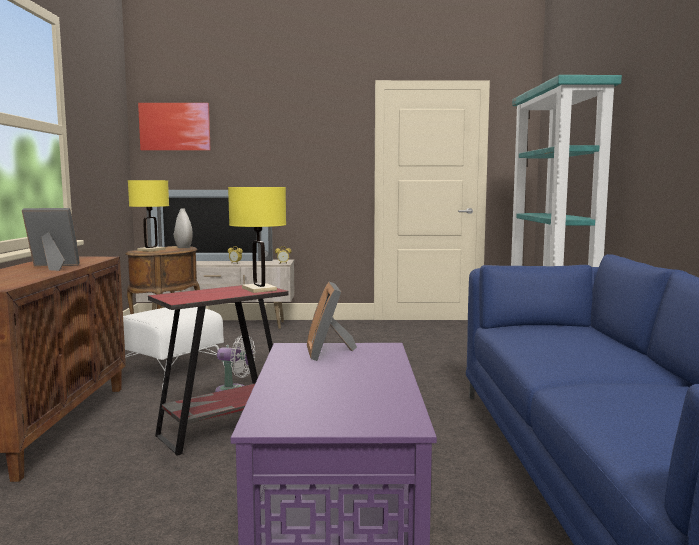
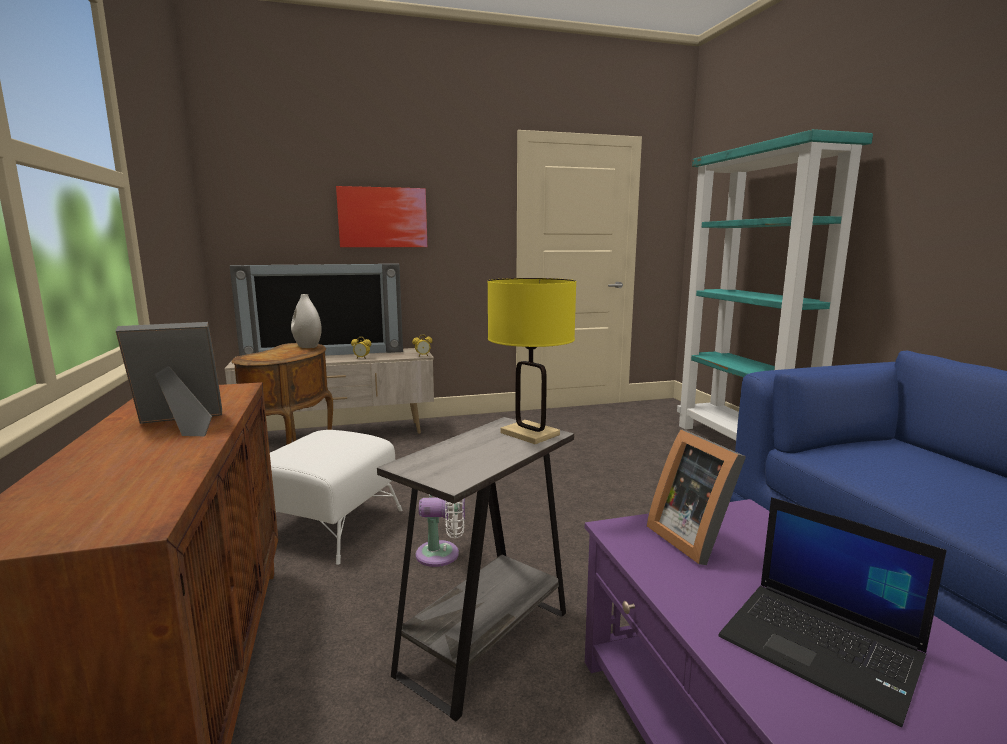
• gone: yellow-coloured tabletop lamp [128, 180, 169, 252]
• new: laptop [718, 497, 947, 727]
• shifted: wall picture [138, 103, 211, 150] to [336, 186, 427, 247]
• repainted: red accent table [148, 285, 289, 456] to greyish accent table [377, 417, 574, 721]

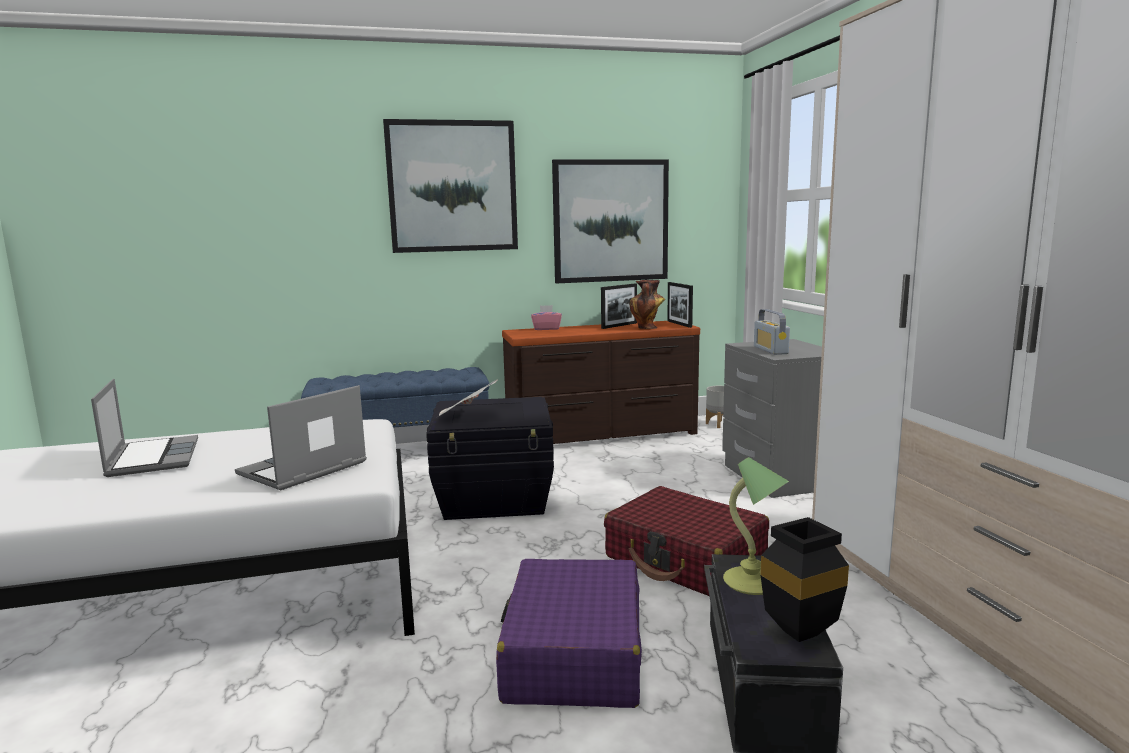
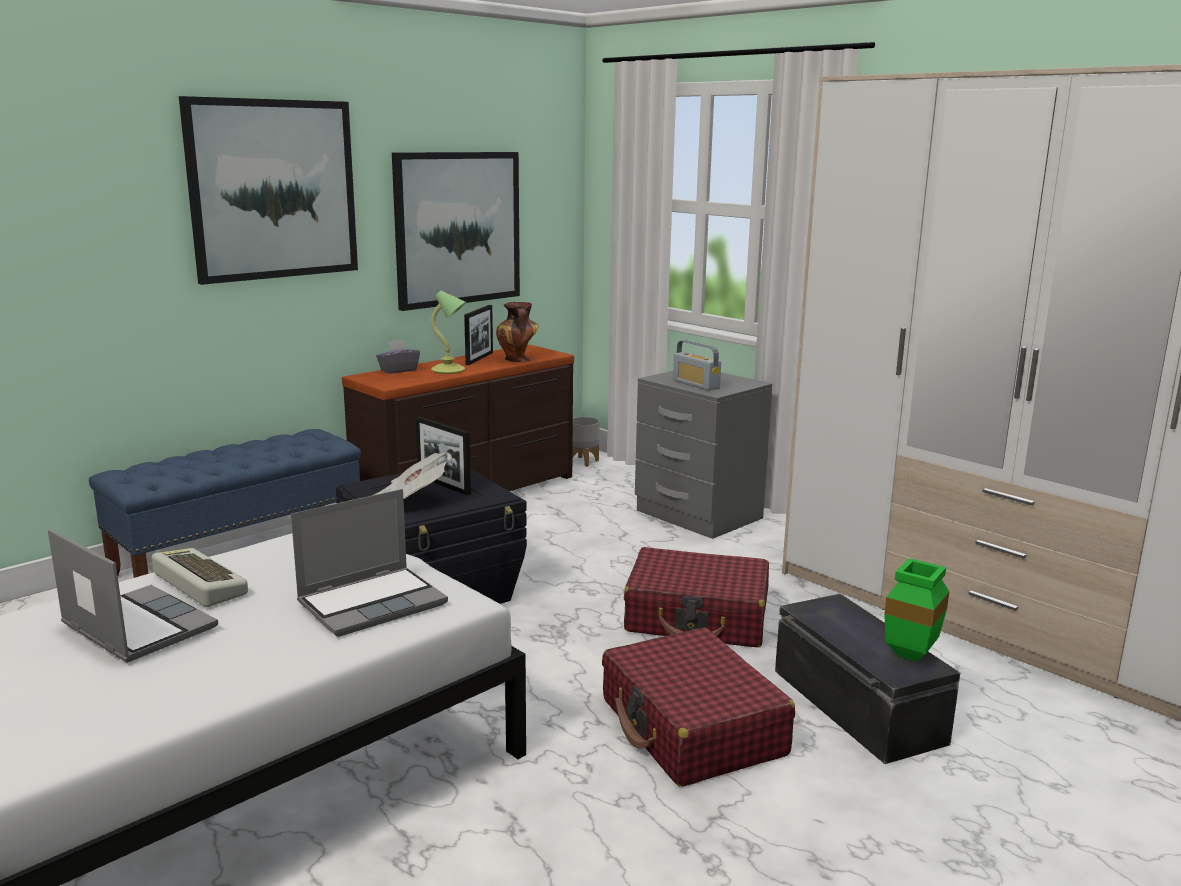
• new: computer keyboard [152, 548, 248, 607]
• shifted: standing frame [667, 282, 693, 328] to [416, 416, 471, 496]
• shifted: tabletop lamp [723, 457, 789, 595] to [431, 291, 466, 374]
• repainted: purplish suitcase [496, 559, 642, 708] to red suitcase [602, 627, 795, 787]
• repainted: pink tissue box [531, 305, 562, 330] to greyish tissue box [376, 340, 420, 374]
• repainted: blackish vase [760, 517, 849, 642] to greenish vase [884, 558, 950, 662]
• rotated: laptop [235, 385, 367, 490] = [291, 489, 448, 637] 135 degrees counterclockwise

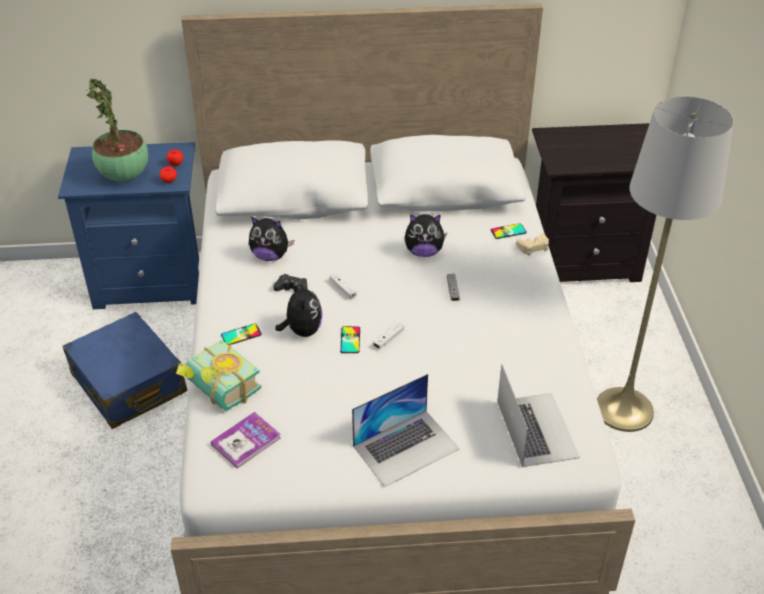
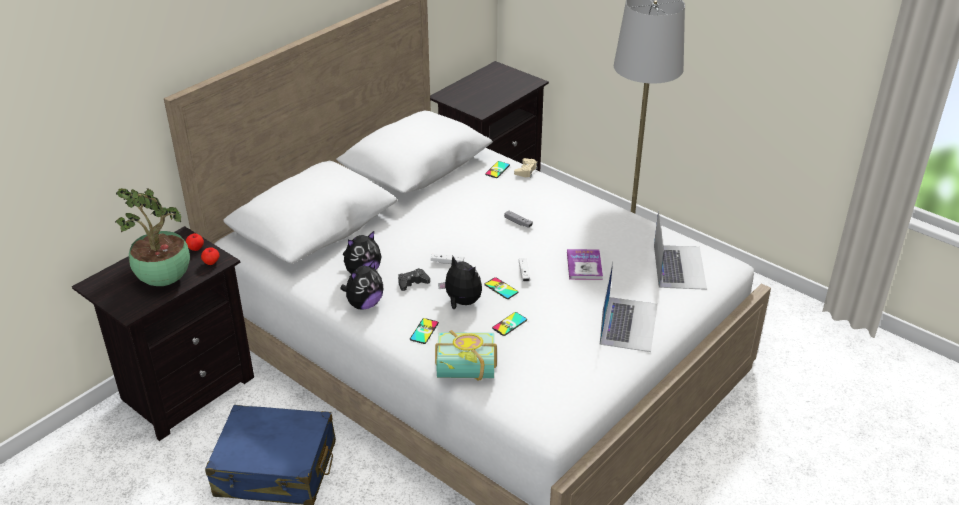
• new: handset [492, 312, 527, 336]
• shifted: book [211, 412, 281, 469] to [567, 249, 603, 280]
• shifted: cuddly toy [404, 214, 447, 257] to [340, 260, 383, 310]
• repainted: blue nightstand [58, 142, 199, 309] to blackish nightstand [72, 226, 254, 441]
• rotated: laptop [497, 364, 580, 467] = [654, 210, 707, 290] 60 degrees clockwise

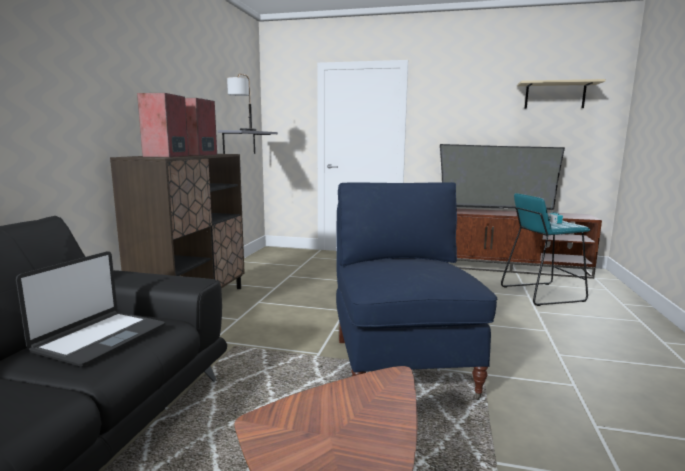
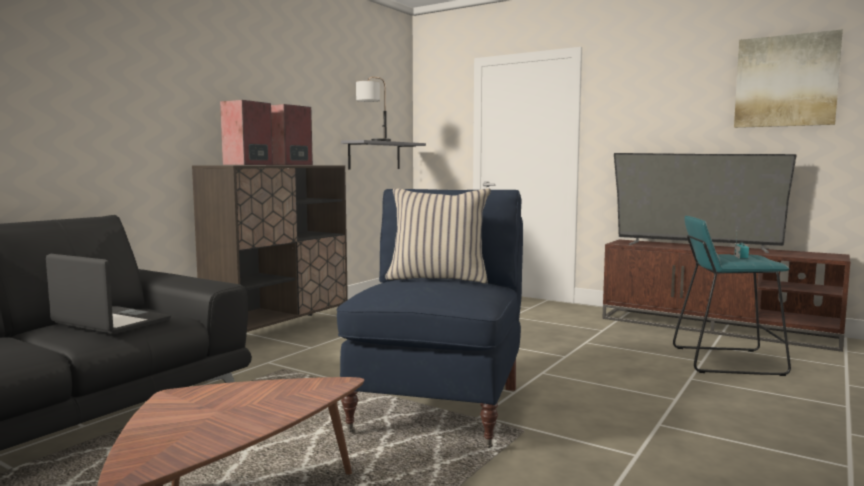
• new: sand-coloured cushion [385, 188, 491, 284]
• swapped: sand-coloured bracket shelf [517, 79, 606, 109] to wall picture [734, 29, 843, 128]
• rotated: laptop [16, 251, 165, 366] = [46, 254, 171, 334] 105 degrees counterclockwise

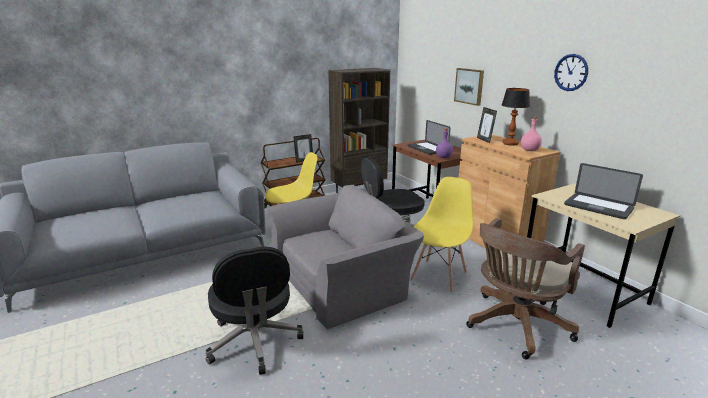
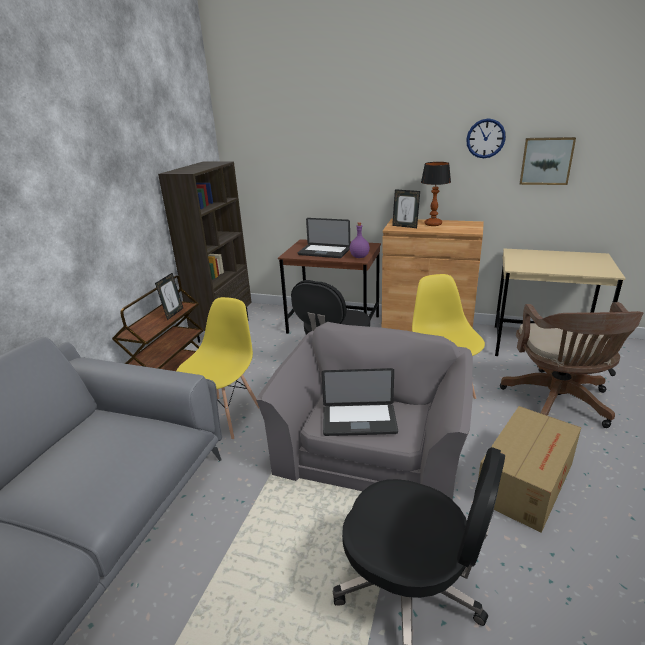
• gone: pink drink bottle [521, 116, 542, 151]
• new: packing box [478, 406, 581, 533]
• shifted: wall picture [454, 68, 484, 106] to [520, 137, 576, 185]
• shifted: laptop [564, 163, 643, 219] to [321, 368, 398, 436]

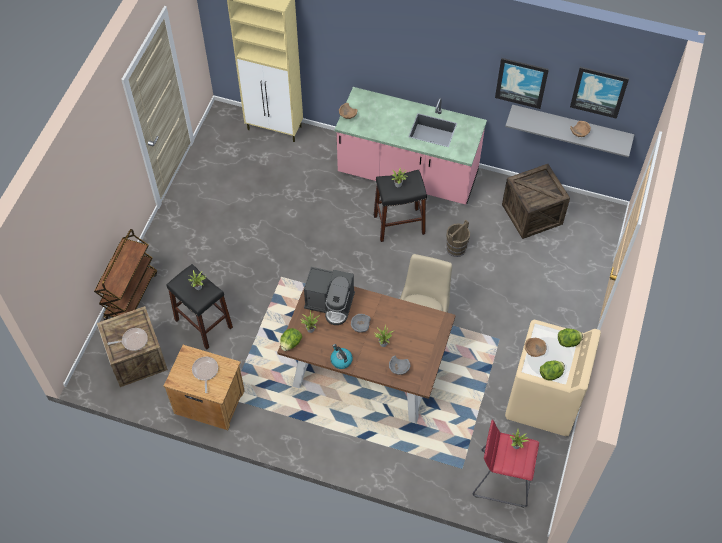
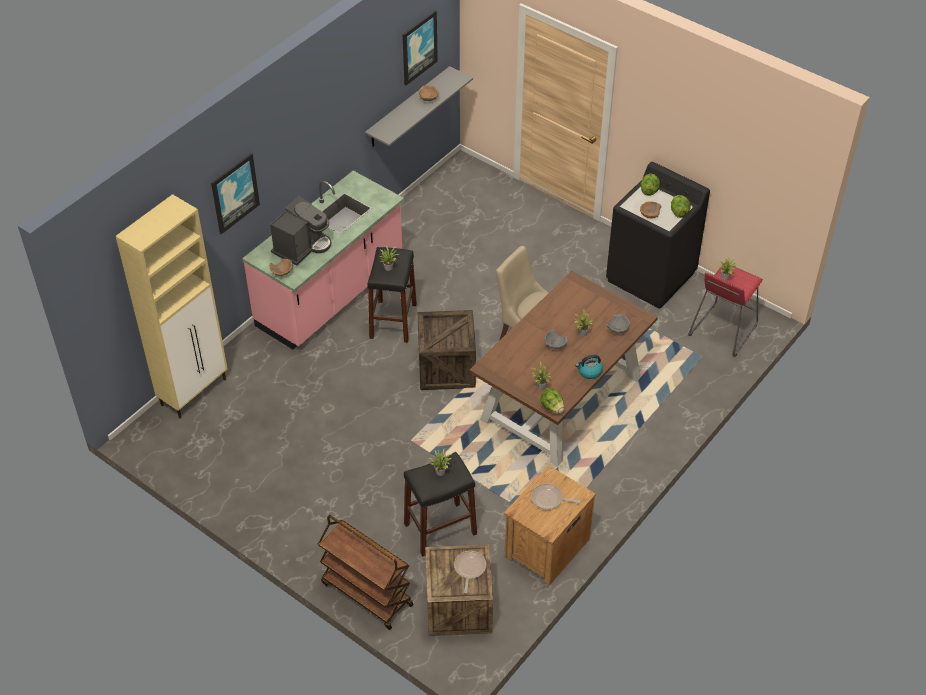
• gone: brownish pail [446, 219, 470, 257]
• shifted: coffee machine [304, 267, 355, 325] to [270, 196, 331, 266]
• shifted: wall picture [495, 58, 549, 109] to [211, 153, 260, 234]
• shifted: crate [502, 164, 570, 239] to [417, 310, 476, 390]
• repainted: sand-coloured laundry appliance [505, 320, 601, 436] to blackish laundry appliance [606, 162, 710, 309]

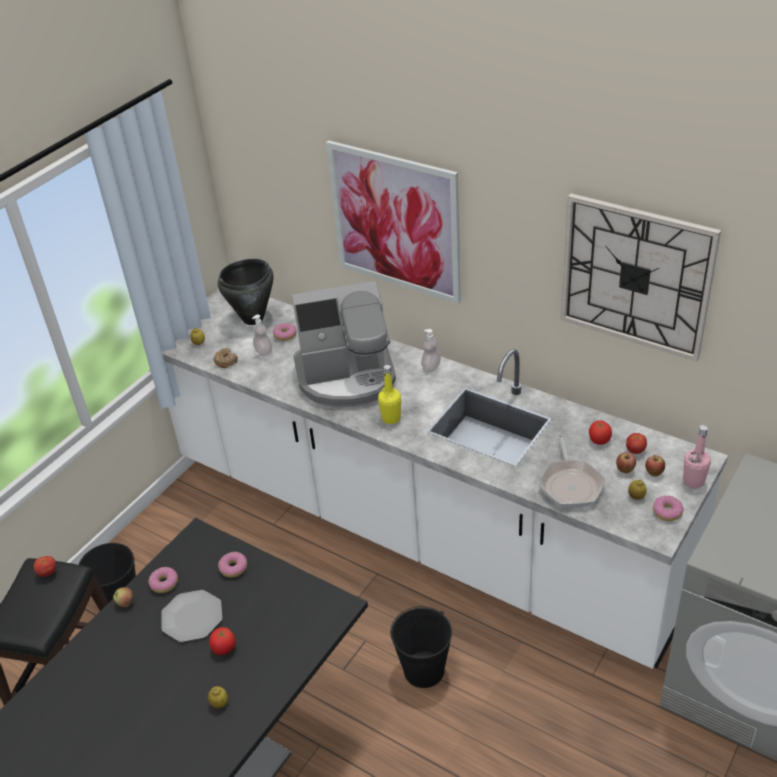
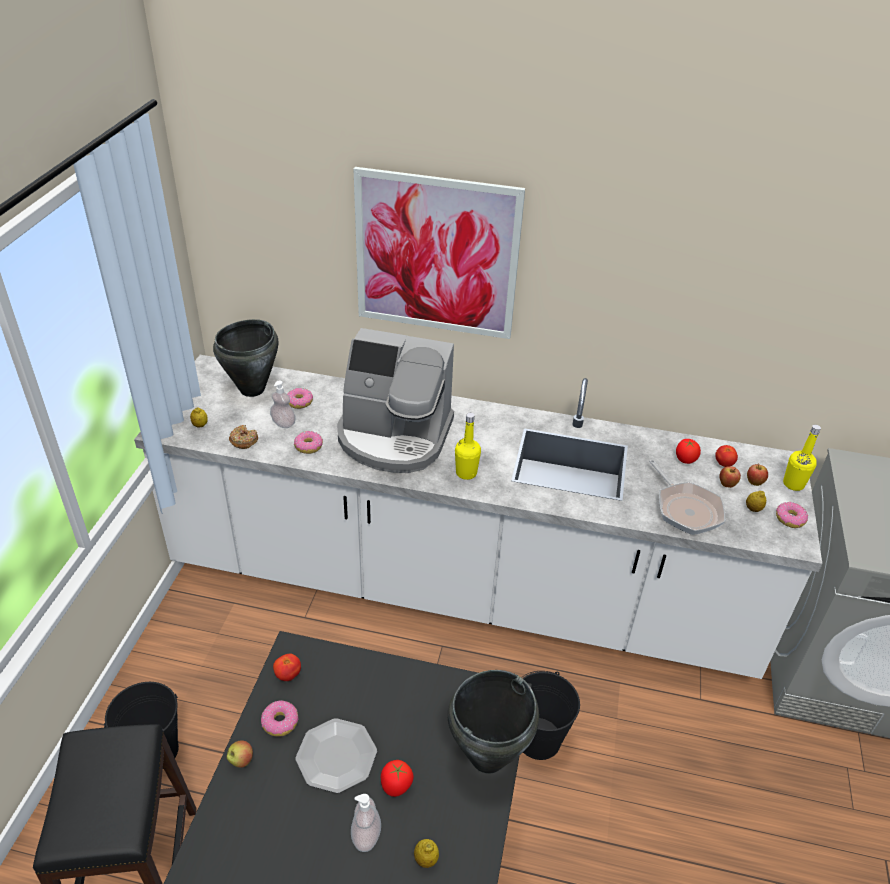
• gone: clock on the wall [561, 193, 721, 362]
• new: blackish stockpot [448, 670, 539, 774]
• shifted: whole tomato [34, 556, 56, 577] to [273, 653, 301, 681]
• shifted: donut [218, 552, 247, 578] to [294, 431, 323, 454]
• shifted: liquid soap bottle [421, 329, 441, 372] to [351, 794, 381, 852]
• repainted: pink drink bottle [683, 425, 711, 488] to yellow-coloured drink bottle [783, 425, 821, 491]
• rotated: coffee machine [292, 281, 396, 407] = [337, 328, 454, 473] 45 degrees clockwise

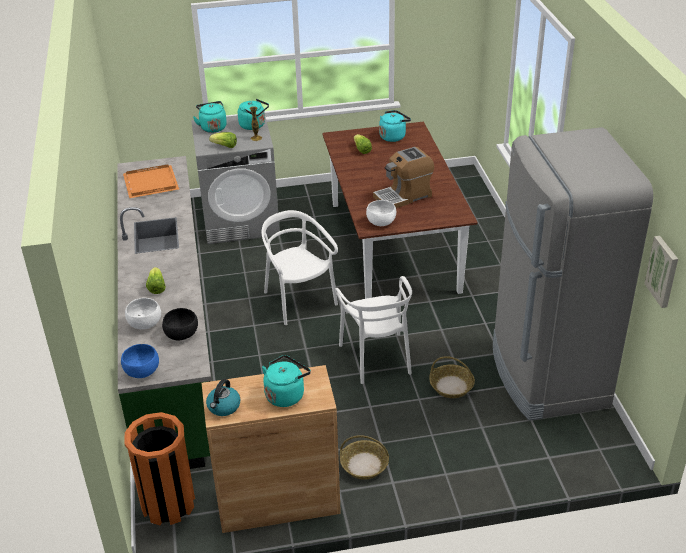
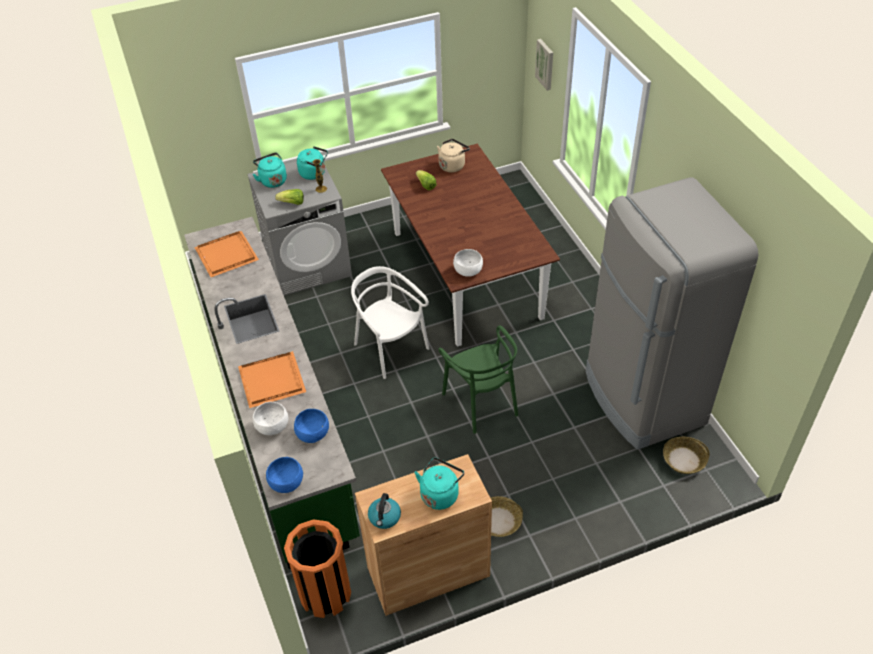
• gone: coffee machine [373, 147, 434, 208]
• shifted: basket [429, 356, 475, 398] to [663, 437, 710, 474]
• shifted: wall picture [644, 236, 678, 308] to [535, 39, 553, 91]
• swapped: lettuce [146, 267, 166, 294] to orange carrying tray [238, 351, 306, 408]
• repainted: blackish deep dish [162, 308, 198, 340] to blue deep dish [294, 409, 329, 443]
• repainted: white plain chair [335, 276, 412, 384] to greenish plain chair [438, 325, 518, 434]
• repainted: blue-green tea kettle [379, 110, 411, 142] to sand-coloured tea kettle [437, 139, 470, 172]

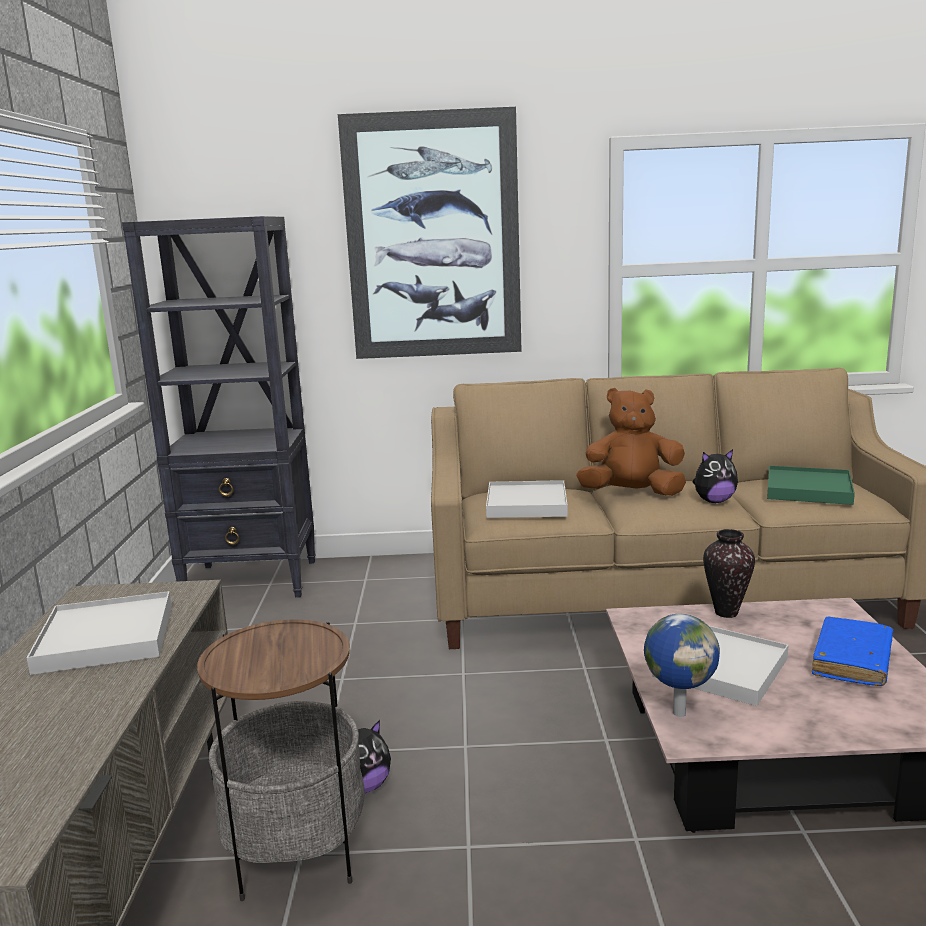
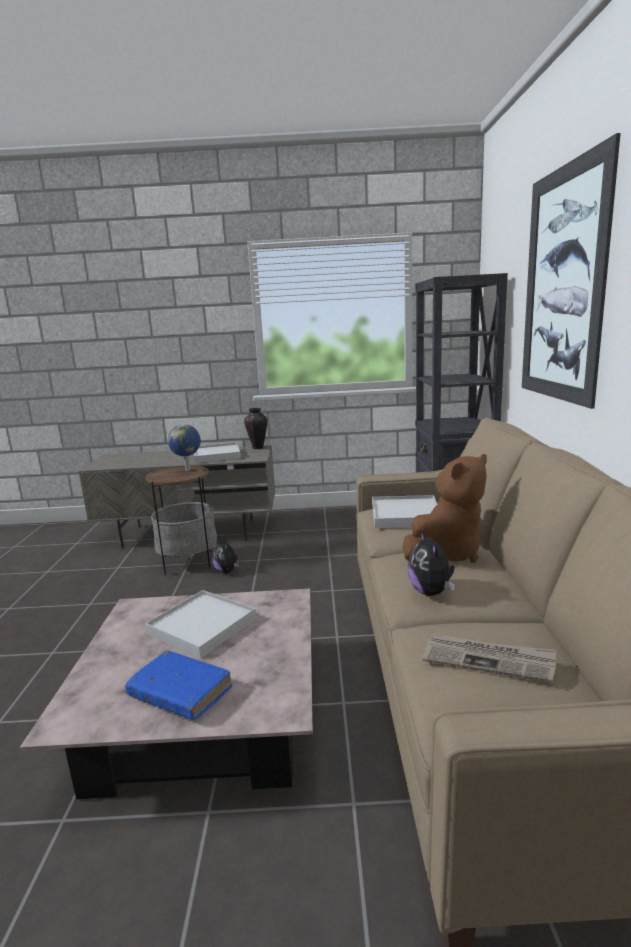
• shifted: desk globe [644, 614, 720, 717] to [168, 424, 201, 471]
• shifted: vase [703, 529, 755, 618] to [244, 408, 267, 449]
• swapped: greenish carrying tray [767, 466, 855, 505] to newspaper [423, 634, 556, 683]
• rotated: brownish cuddly toy [576, 388, 686, 496] = [402, 454, 487, 563] 45 degrees clockwise

